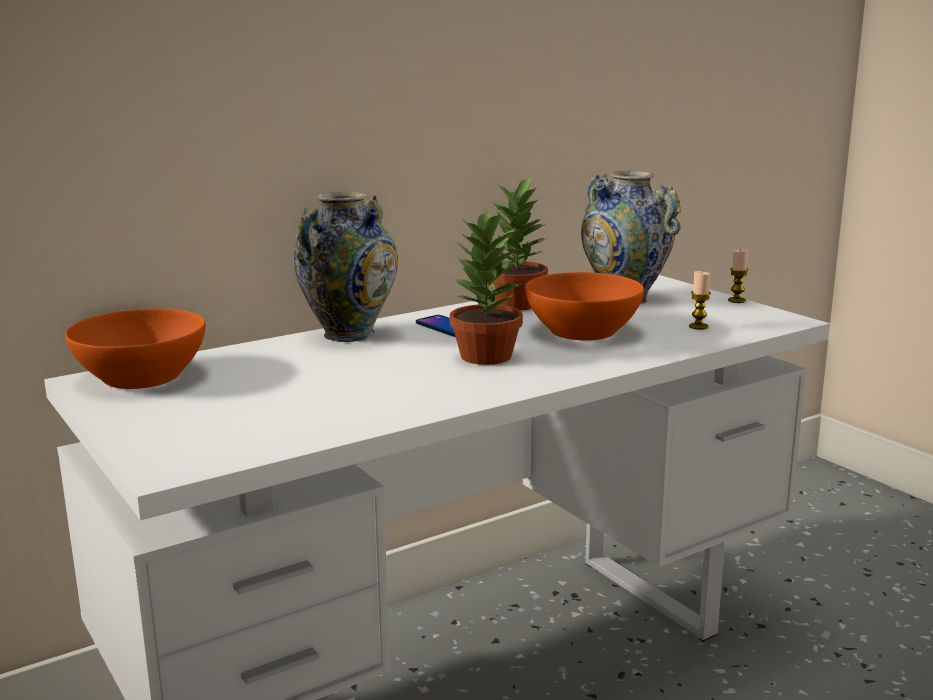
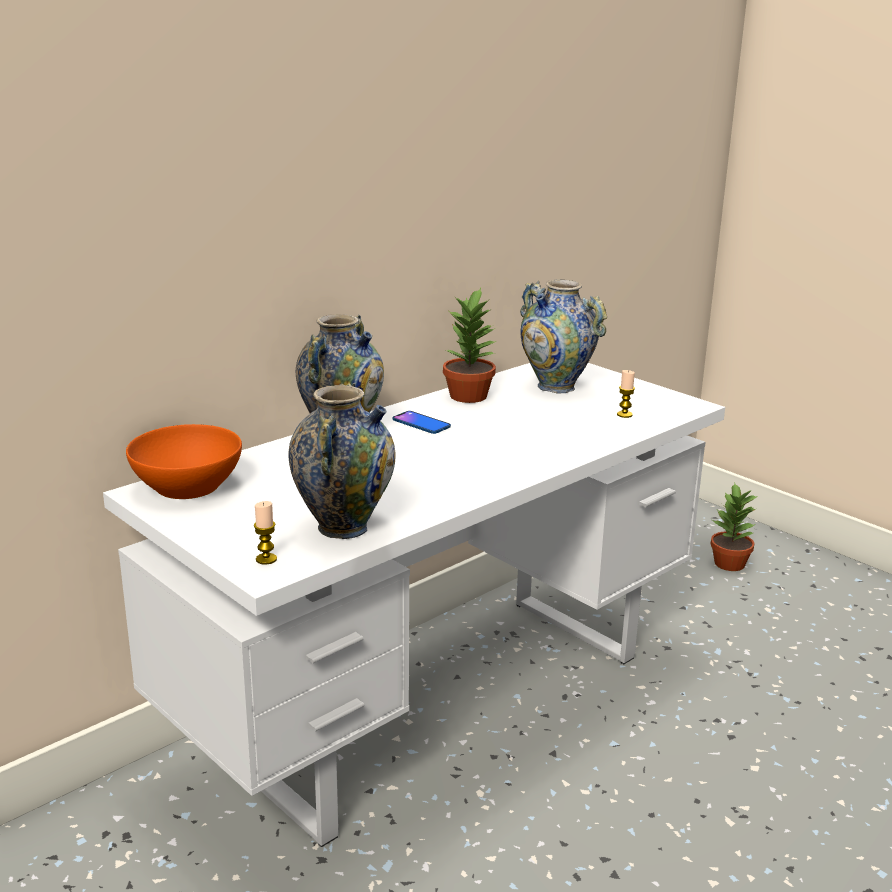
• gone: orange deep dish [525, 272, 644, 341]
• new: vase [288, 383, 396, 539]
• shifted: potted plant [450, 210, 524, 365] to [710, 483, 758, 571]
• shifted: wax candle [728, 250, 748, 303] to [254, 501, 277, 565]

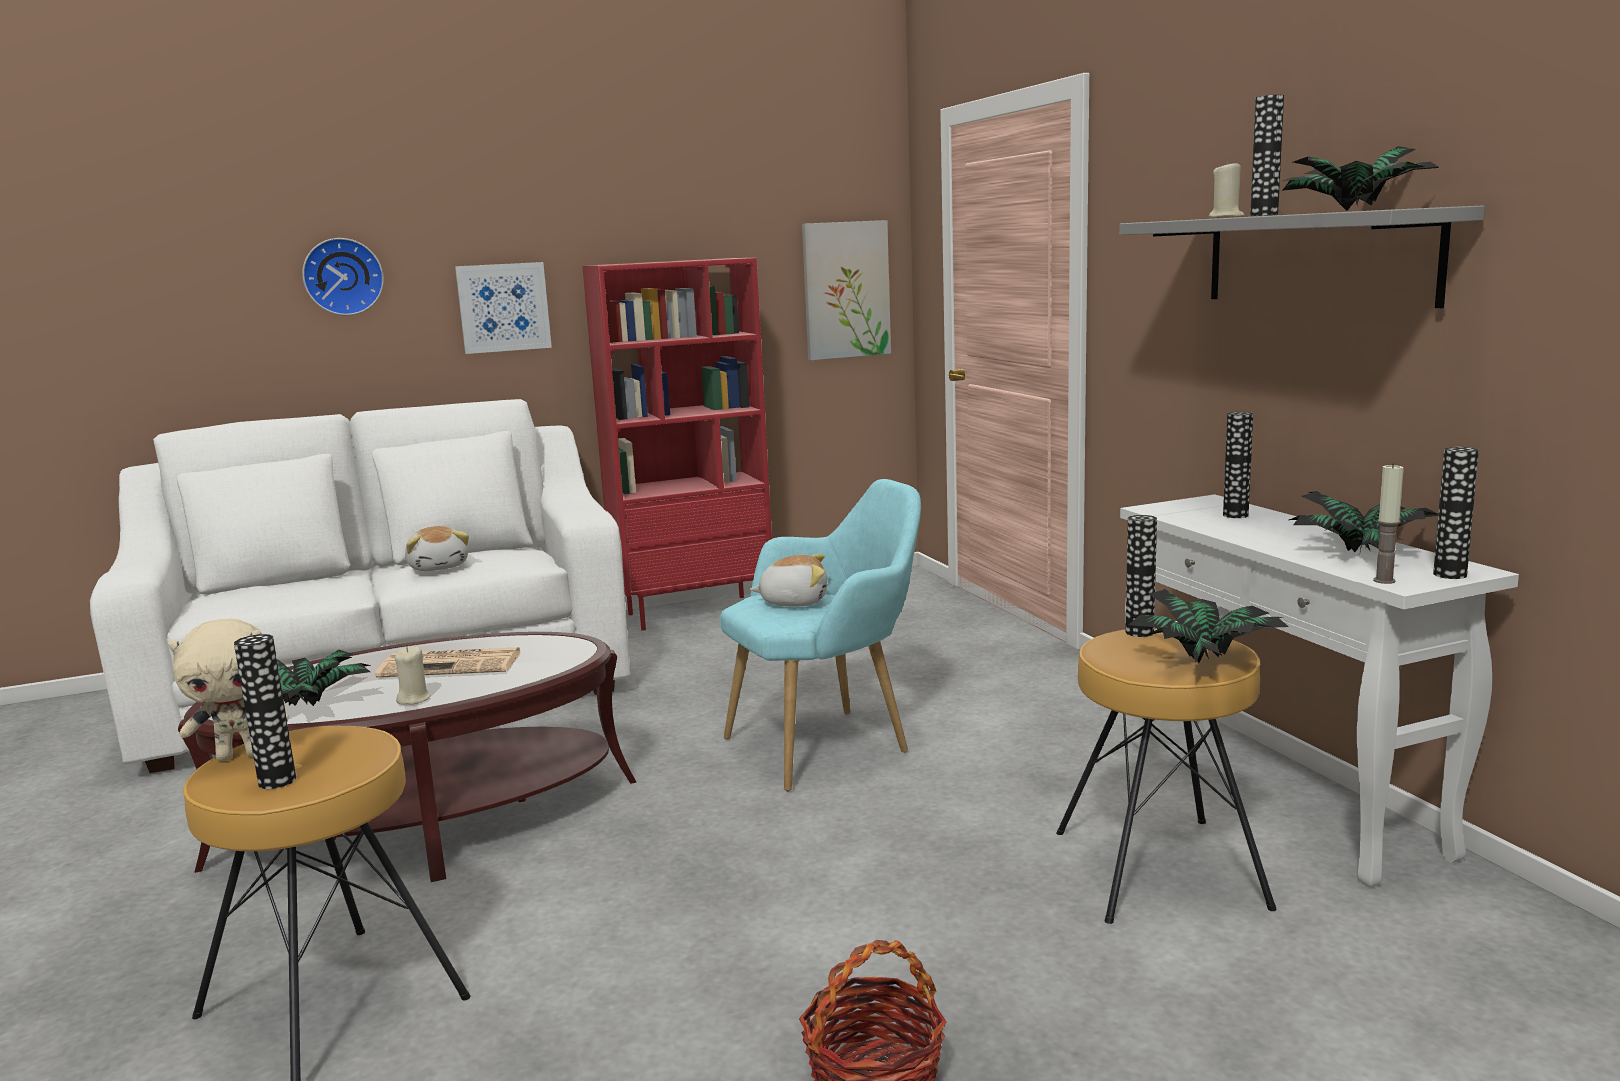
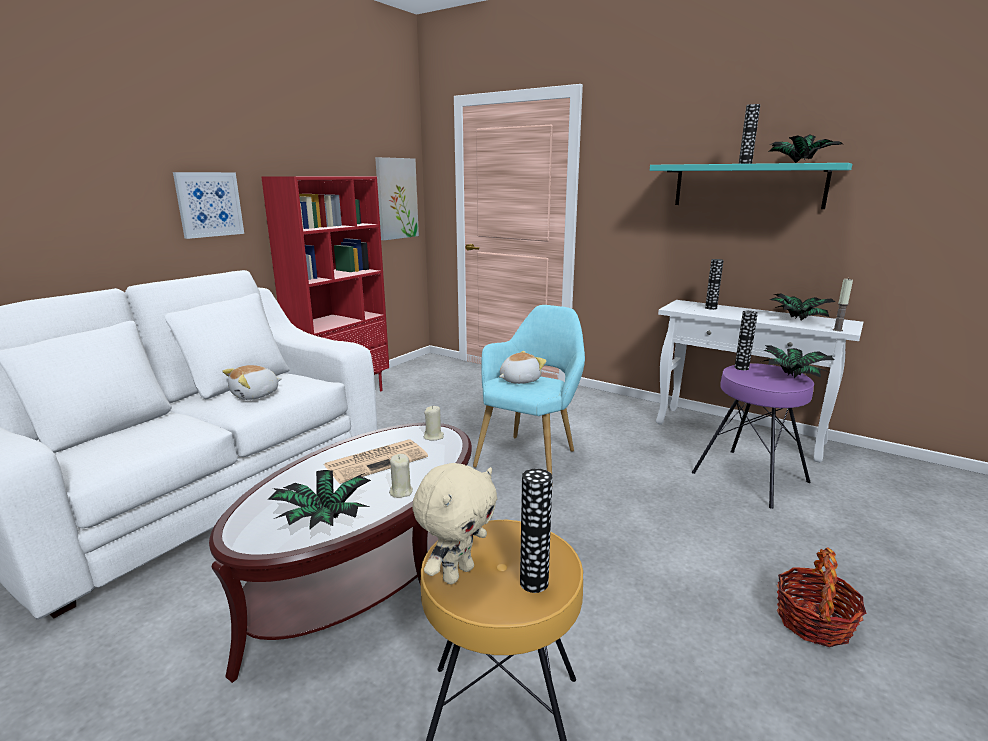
• gone: clock on the wall [302, 238, 384, 315]
• gone: vase [1433, 447, 1479, 579]
• shifted: sand-coloured wax candle [1209, 161, 1244, 218] to [424, 406, 444, 441]
• repainted: brownish stool seat [1056, 628, 1276, 924] to purplish stool seat [692, 363, 814, 509]
• repainted: greyish bracket shelf [1119, 205, 1485, 308] to blue-green bracket shelf [650, 163, 852, 209]
• rotated: cuddly toy [405, 526, 469, 571] = [222, 365, 282, 400] 105 degrees clockwise

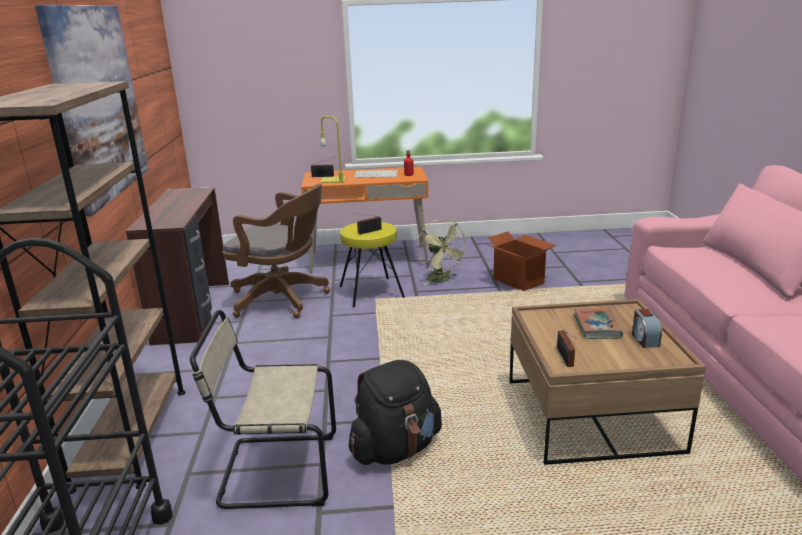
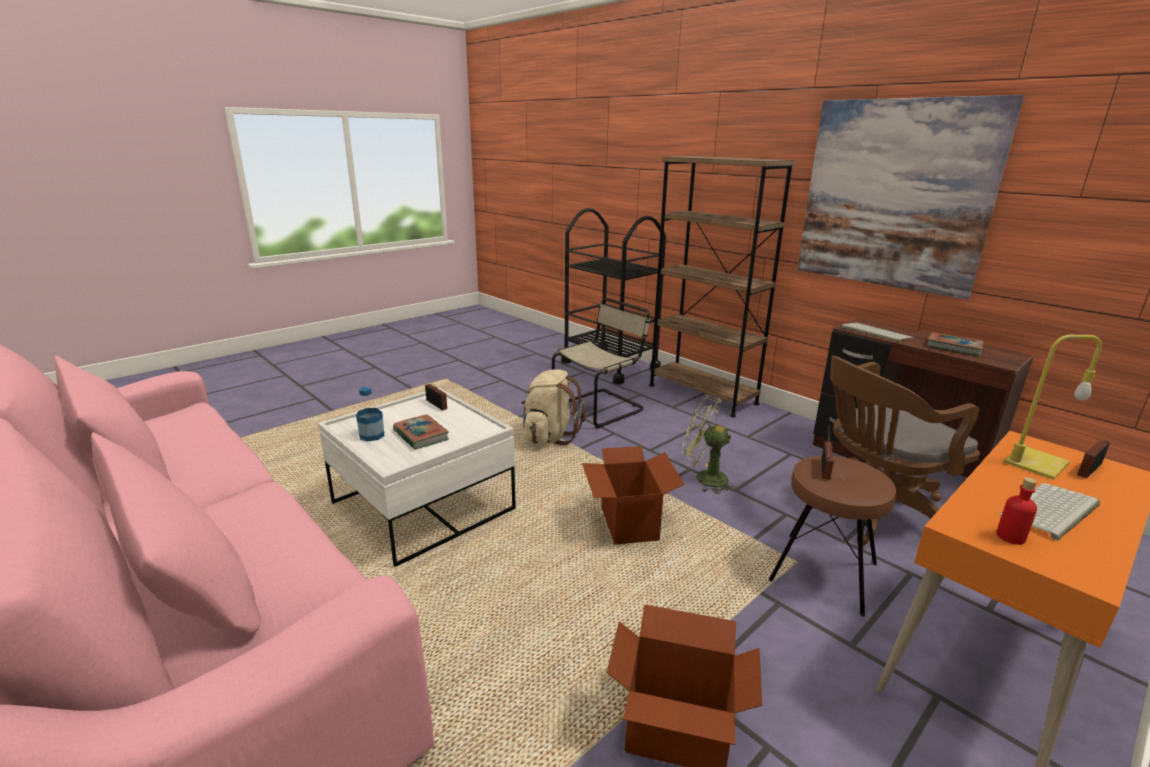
• new: packing box [582, 446, 685, 545]
• new: computer keyboard [842, 323, 913, 343]
• new: book [927, 332, 984, 356]
• shifted: greenish fan [417, 219, 468, 285] to [681, 396, 737, 494]
• swapped: alarm clock [632, 309, 662, 348] to drink bottle [356, 387, 384, 442]
• repainted: yellow-coloured stool seat [340, 222, 405, 308] to brownish stool seat [769, 456, 896, 617]
• repainted: blackish rucksack [349, 360, 442, 465] to sand-coloured rucksack [521, 370, 586, 445]
• repainted: brownish low table [509, 299, 706, 465] to white low table [318, 388, 516, 567]

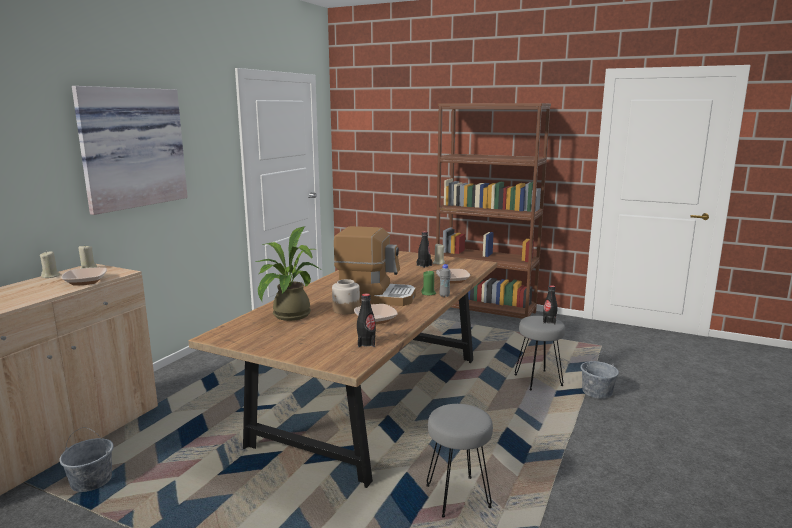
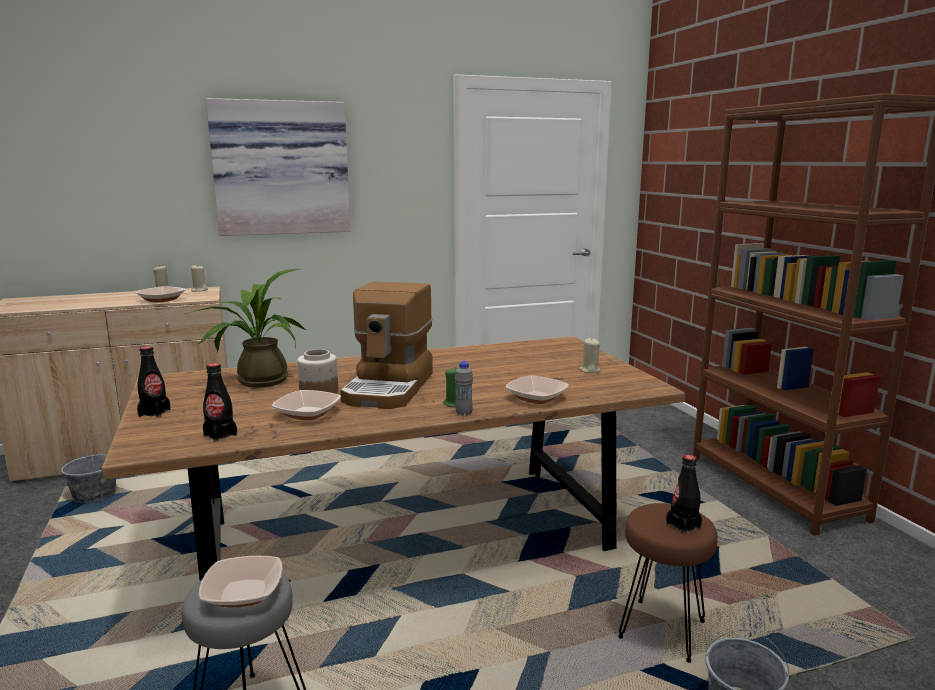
• new: deep dish [199, 556, 282, 607]
• shifted: blackish drink bottle [417, 231, 432, 268] to [137, 346, 170, 417]
• repainted: greyish stool seat [515, 316, 565, 390] to brownish stool seat [618, 503, 718, 663]
• rotated: coffee machine [334, 226, 416, 306] = [340, 281, 433, 409] 45 degrees clockwise

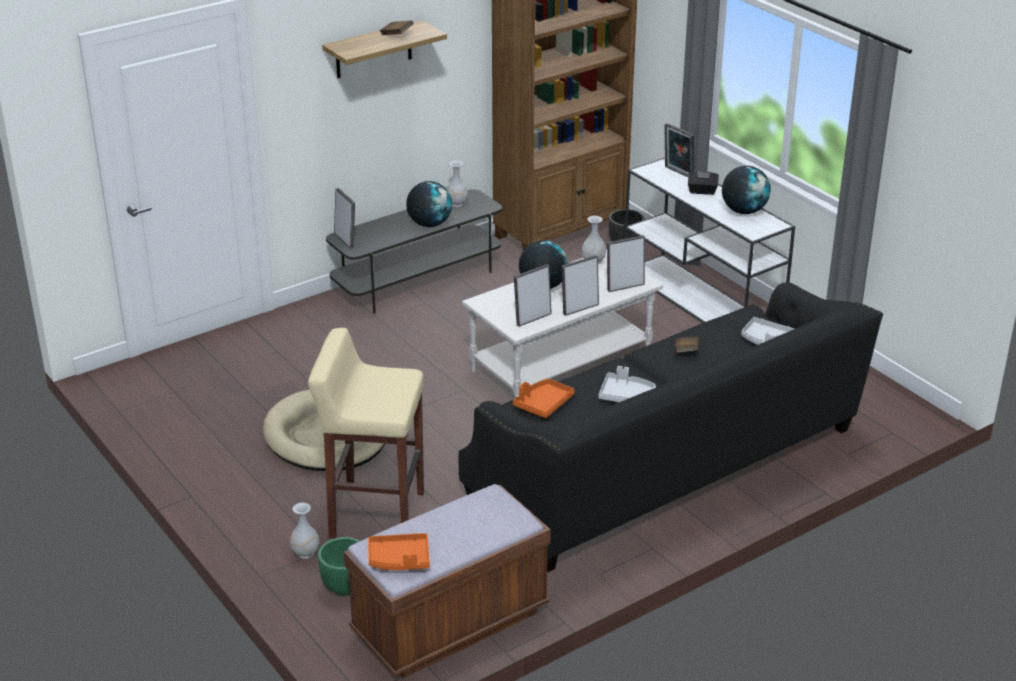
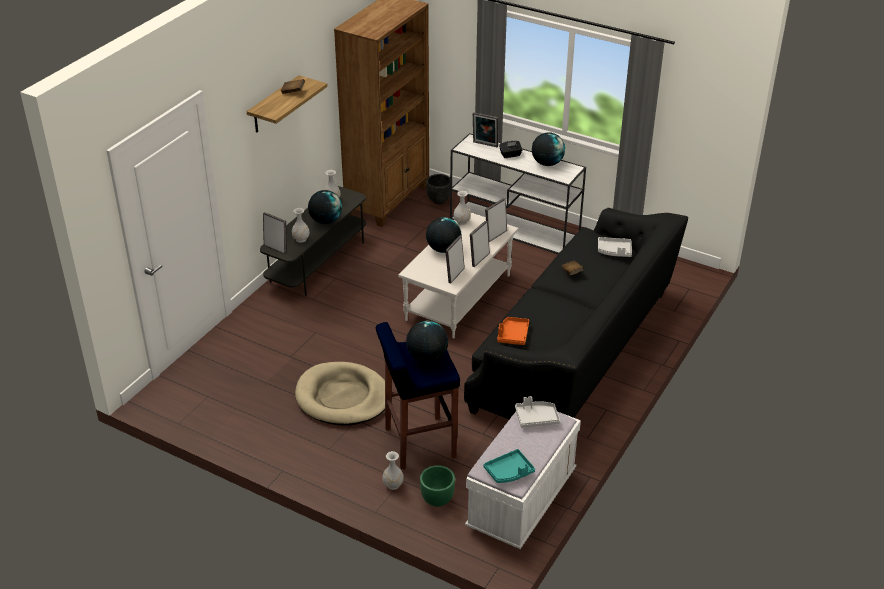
• new: white vase [292, 208, 310, 243]
• new: desk globe [406, 321, 448, 363]
• shifted: greyish carrying tray [598, 366, 656, 402] to [515, 396, 560, 428]
• repainted: sand-coloured stool seat [308, 328, 424, 539] to blue stool seat [376, 322, 460, 470]
• repainted: brownish indoor bench [344, 484, 551, 678] to white indoor bench [465, 403, 581, 549]
• repainted: orange carrying tray [368, 533, 430, 570] to blue-green carrying tray [484, 449, 535, 483]

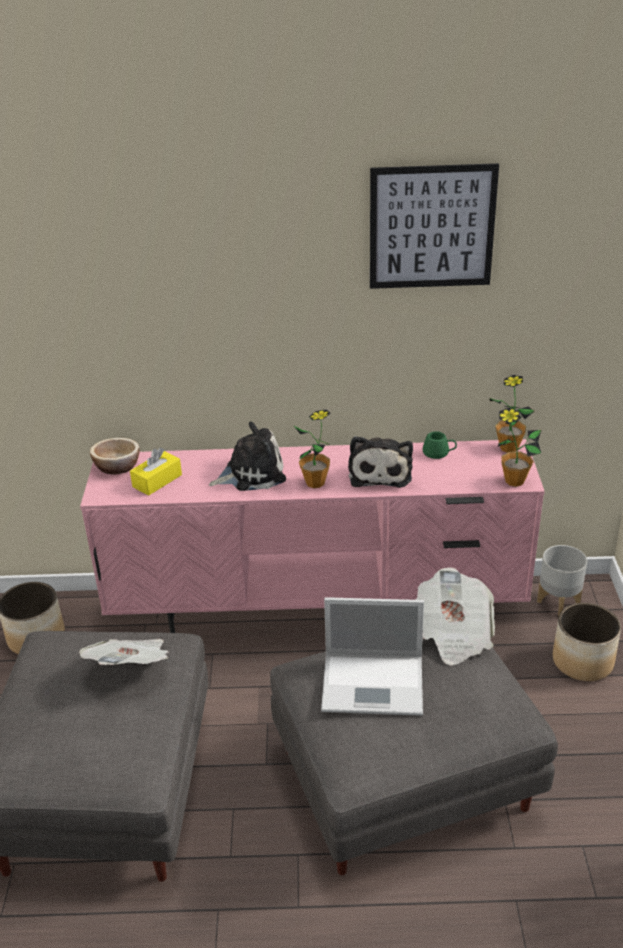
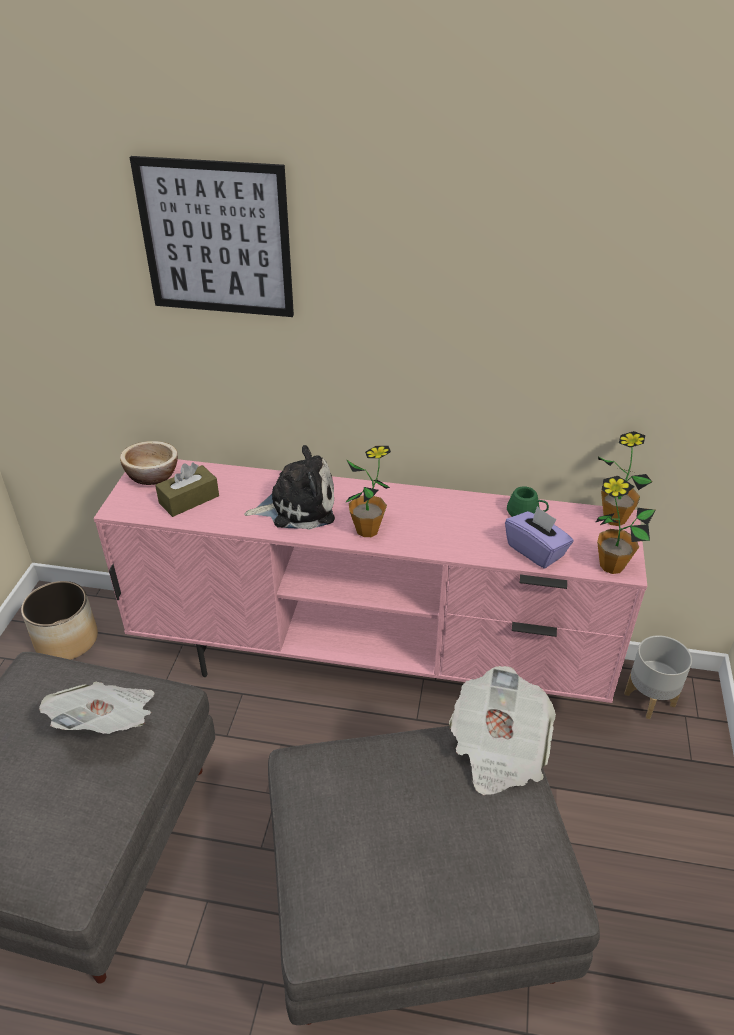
• gone: laptop [321, 597, 424, 716]
• gone: cuddly toy [348, 436, 413, 488]
• gone: flower pot [553, 603, 621, 681]
• new: purplish tissue box [505, 506, 573, 569]
• shifted: wall picture [370, 163, 499, 289] to [130, 156, 294, 317]
• repainted: yellow-coloured tissue box [130, 447, 182, 496] to brownish tissue box [155, 463, 219, 517]

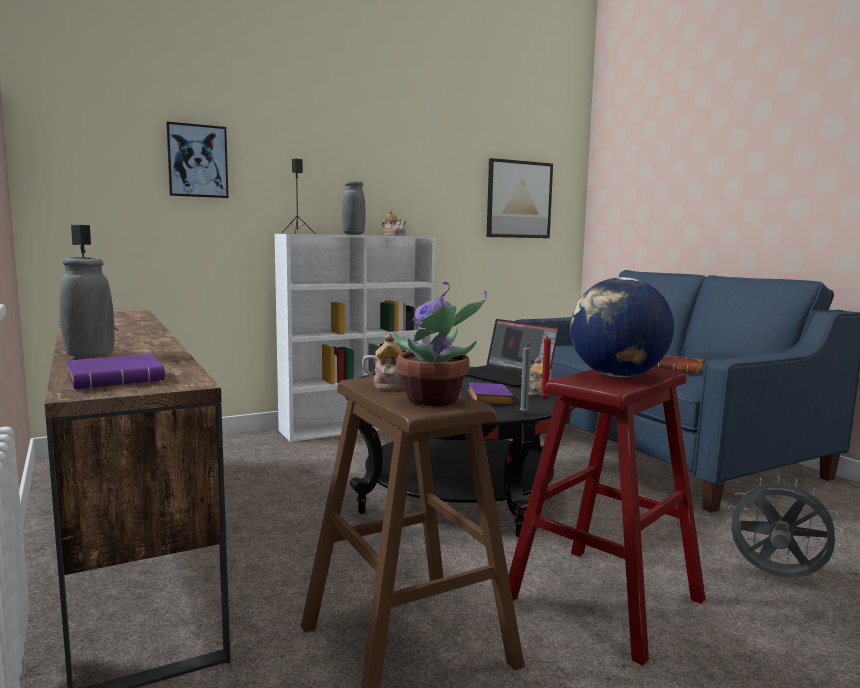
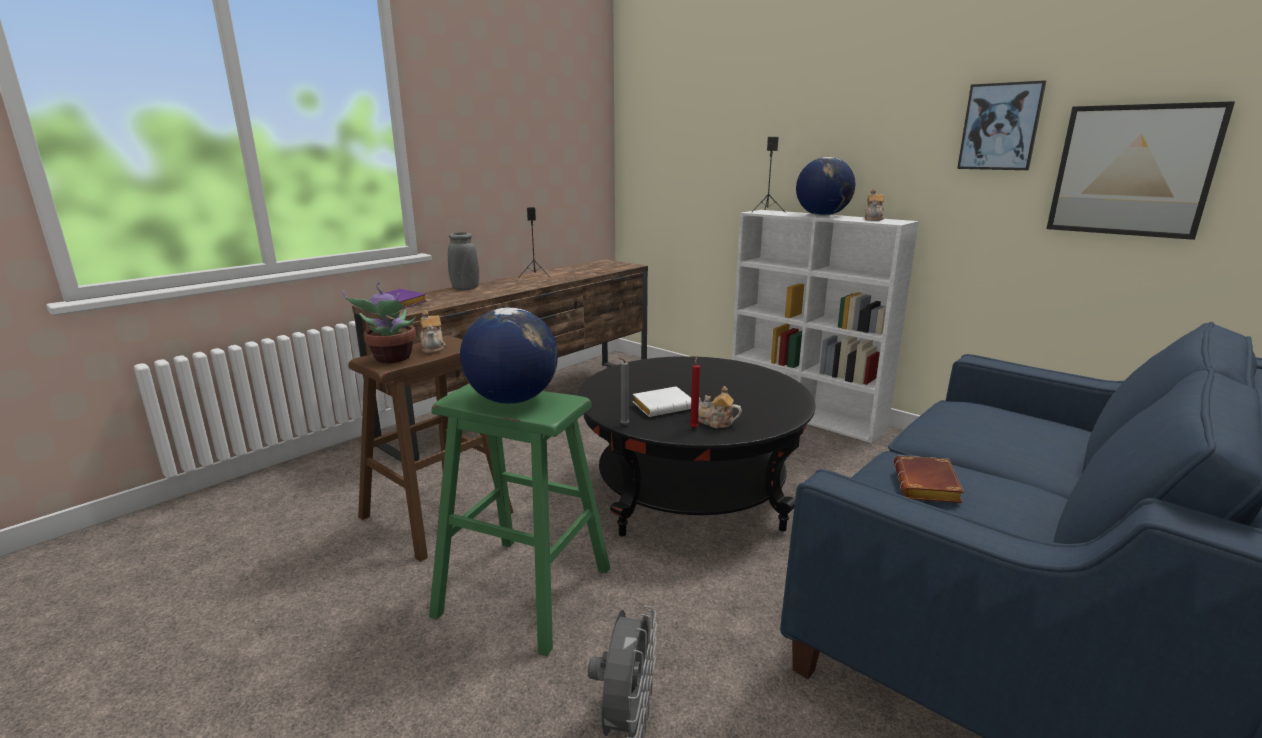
• gone: laptop [465, 319, 559, 387]
• shifted: wall picture [166, 122, 228, 198] to [957, 80, 1046, 170]
• swapped: greyish vase [342, 181, 366, 235] to desk globe [796, 157, 855, 216]
• repainted: purplish book [467, 382, 515, 405] to white book [633, 386, 691, 417]
• repainted: red stool seat [508, 367, 705, 666] to greenish stool seat [429, 384, 610, 656]

